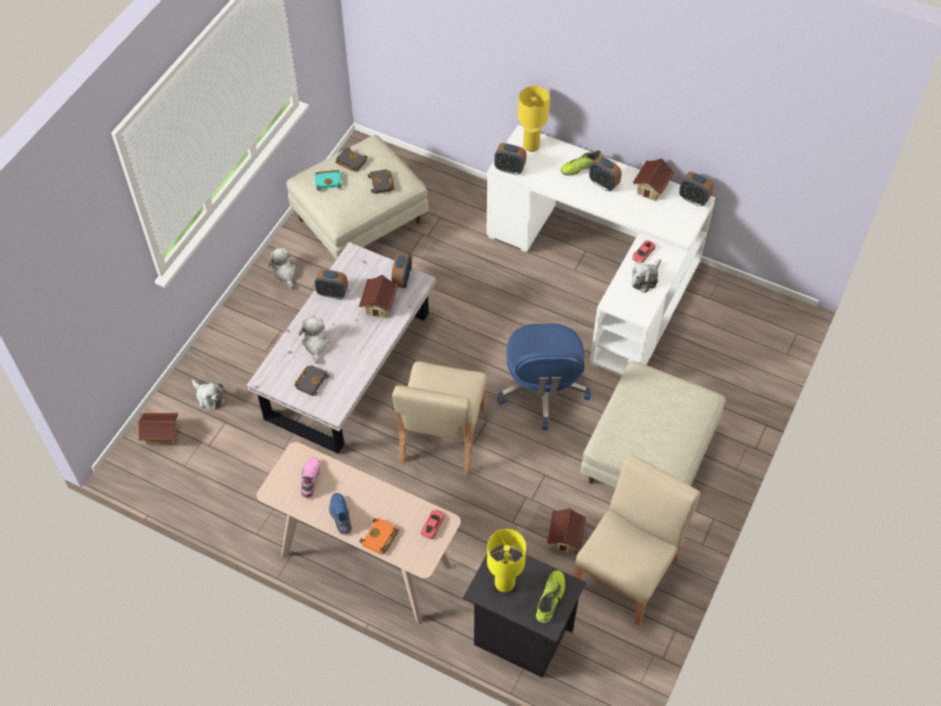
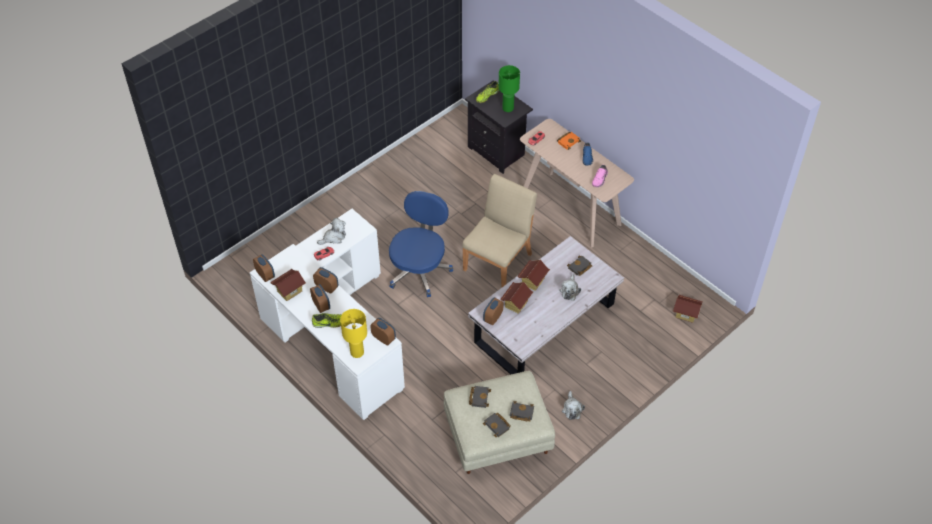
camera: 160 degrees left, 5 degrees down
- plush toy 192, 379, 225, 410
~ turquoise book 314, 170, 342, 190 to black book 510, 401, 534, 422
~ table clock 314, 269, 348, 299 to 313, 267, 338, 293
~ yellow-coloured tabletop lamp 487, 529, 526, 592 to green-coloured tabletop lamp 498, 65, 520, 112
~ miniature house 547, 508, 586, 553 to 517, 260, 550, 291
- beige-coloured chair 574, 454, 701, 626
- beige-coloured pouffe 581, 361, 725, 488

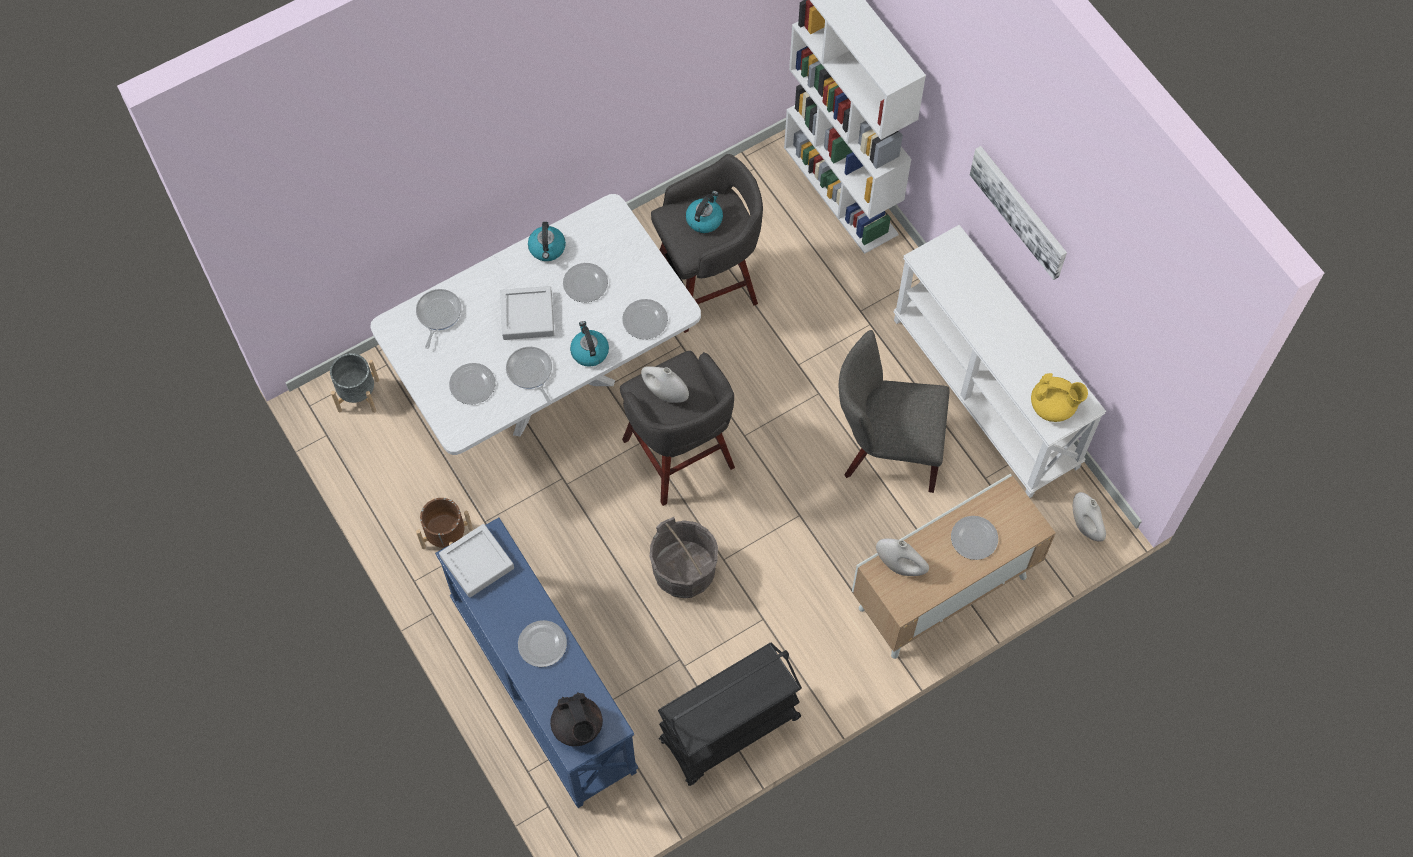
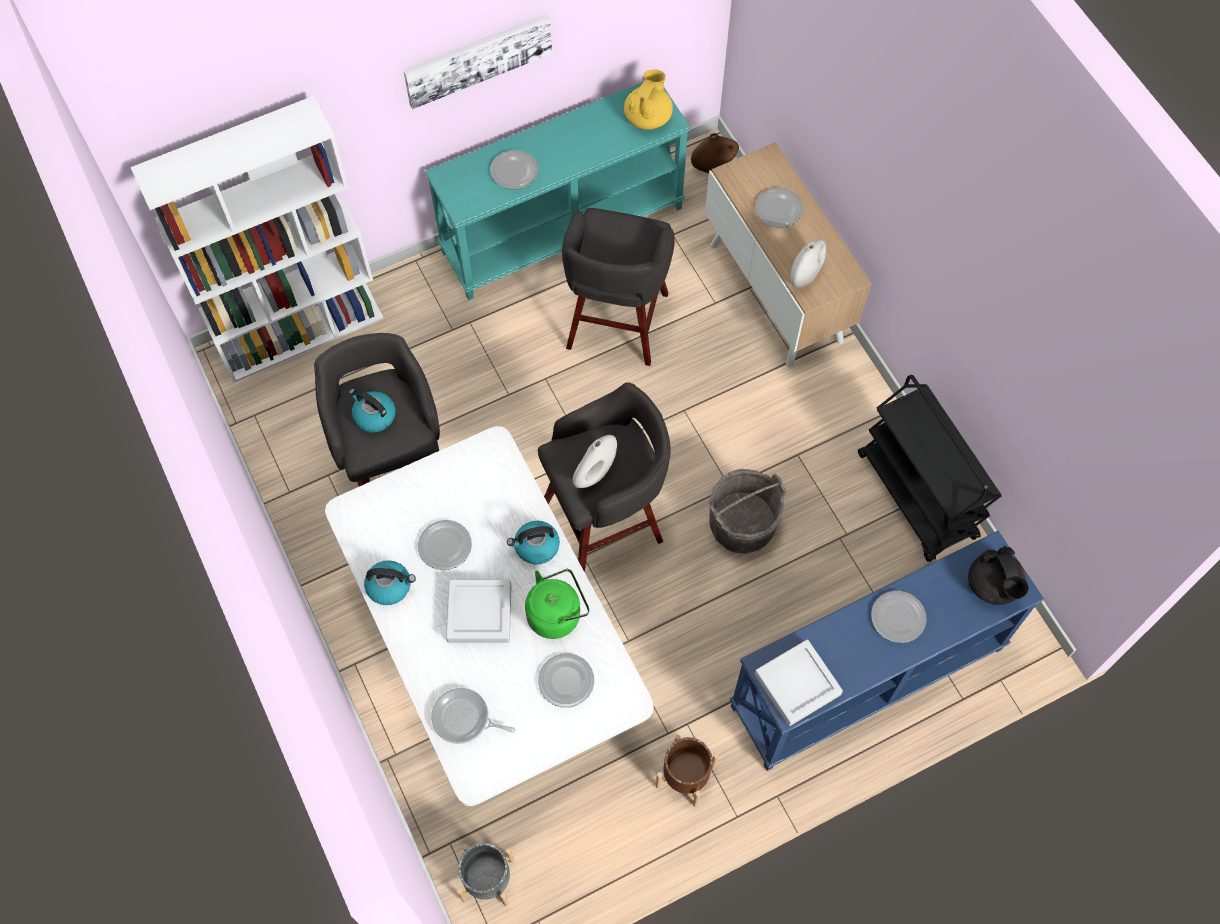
camera: 85 degrees left, 0 degrees up
~ pan 506, 347, 552, 404 to green-coloured tea kettle 525, 569, 590, 639
~ black pot for tea 550, 692, 603, 747 = 968, 546, 1029, 605 90 degrees clockwise
~ flat dish 622, 299, 668, 339 to 490, 150, 538, 189
~ grey chair 839, 330, 950, 493 to grey stool seat 562, 208, 675, 366
~ white narrow table 894, 225, 1106, 498 to turquoise narrow table 425, 82, 690, 300
~ white vase 1073, 492, 1106, 542 to brownish vase 691, 133, 739, 173

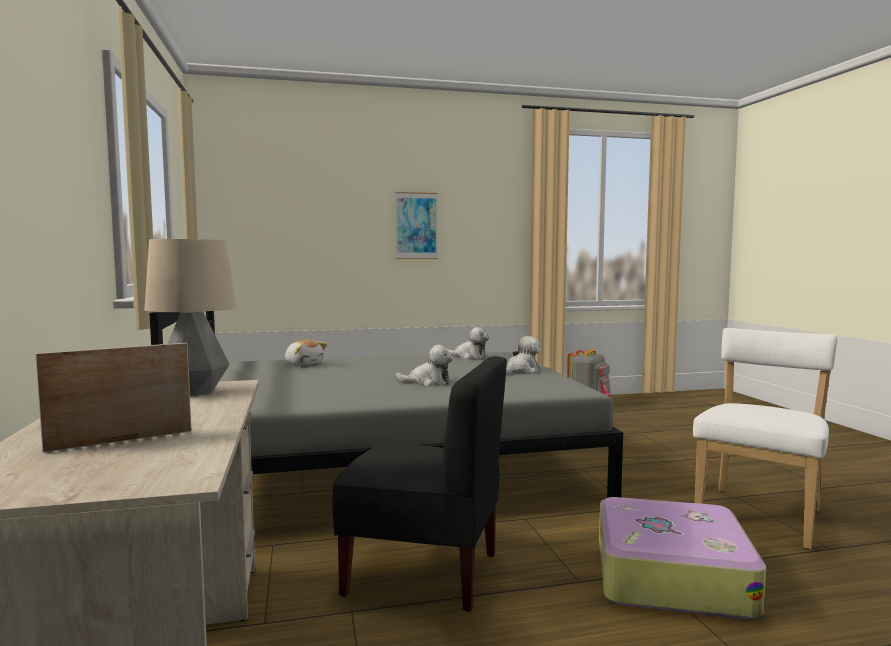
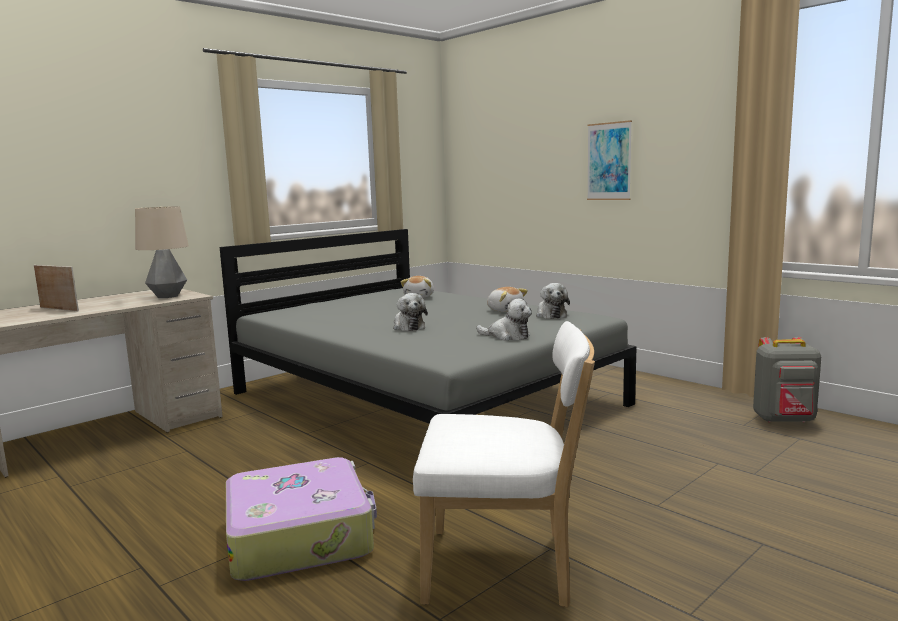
camera: 60 degrees right, 5 degrees up
- black chair 333, 356, 507, 612
+ plush toy 487, 287, 528, 312

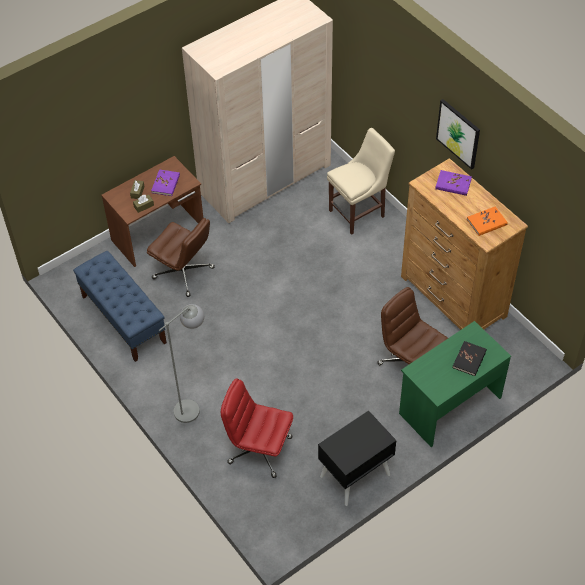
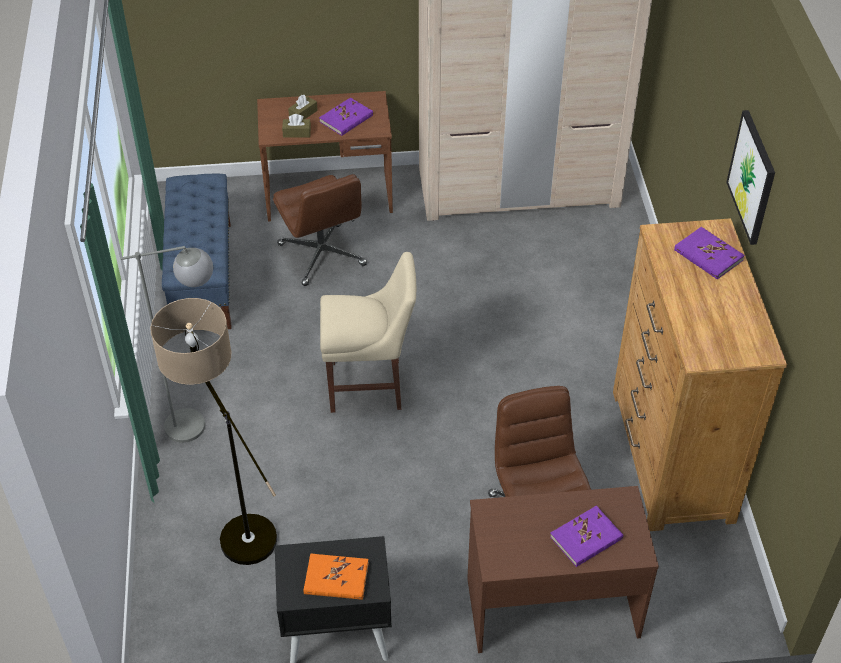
camera: 30 degrees right, 5 degrees down
~ reddish computer chair 221, 378, 293, 478 to standing lamp 150, 298, 277, 565
~ beige-coloured chair 327, 128, 395, 235 to 320, 252, 416, 413
~ green-coloured desk table 399, 321, 511, 447 to brownish desk table 467, 486, 659, 653
~ black book 453, 341, 487, 376 to purple book 550, 506, 623, 567
~ orange book 467, 206, 508, 236 to 303, 554, 369, 600

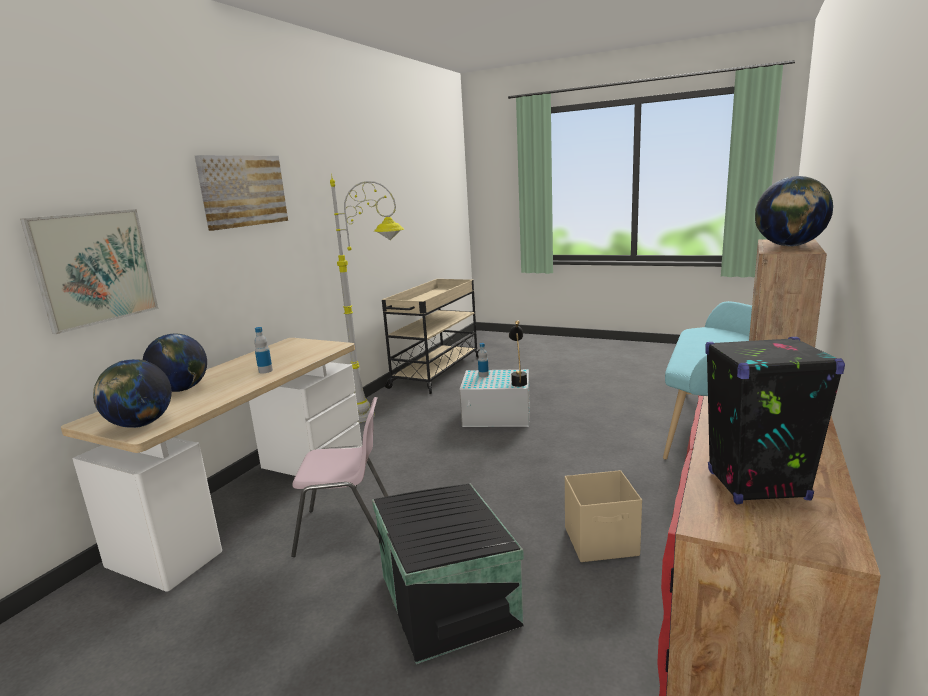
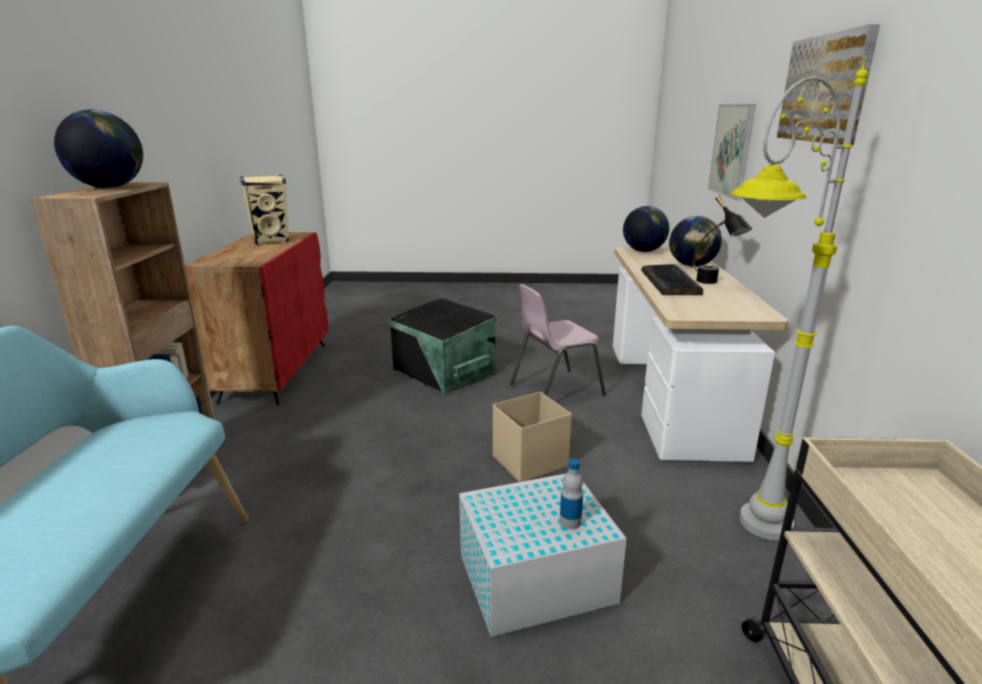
camera: 155 degrees right, 5 degrees up
~ bottle 254, 327, 273, 373 to computer keyboard 641, 264, 703, 295
~ black tabletop lamp 509, 320, 527, 387 to 693, 196, 752, 284
~ beige-coloured storage container 565, 470, 642, 562 to 493, 392, 572, 482
~ black loudspeaker 705, 337, 845, 505 to beige-coloured loudspeaker 240, 175, 289, 245

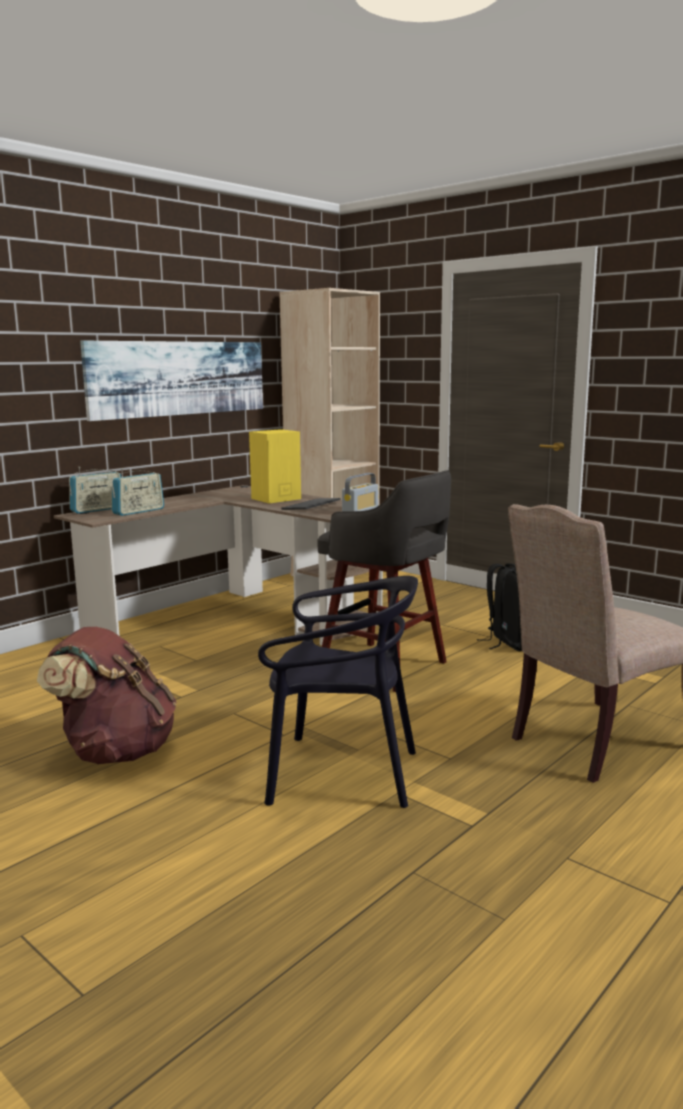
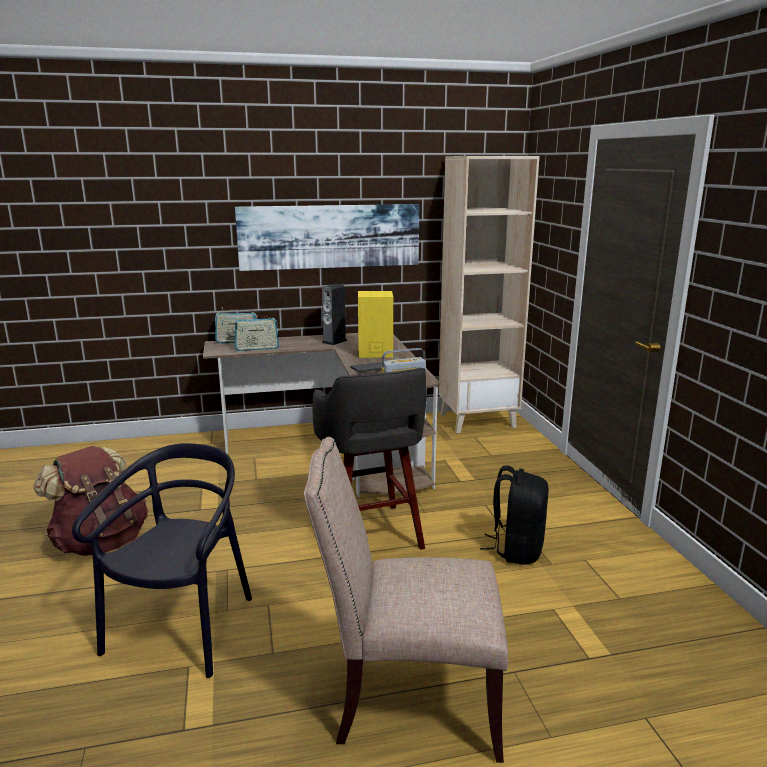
camera: 35 degrees right, 5 degrees up
~ black chair 258, 576, 418, 808 = 72, 443, 252, 678 120 degrees counterclockwise
+ loudspeaker 322, 284, 347, 345

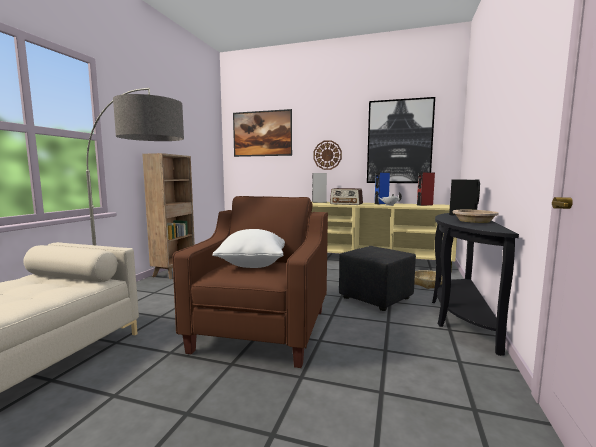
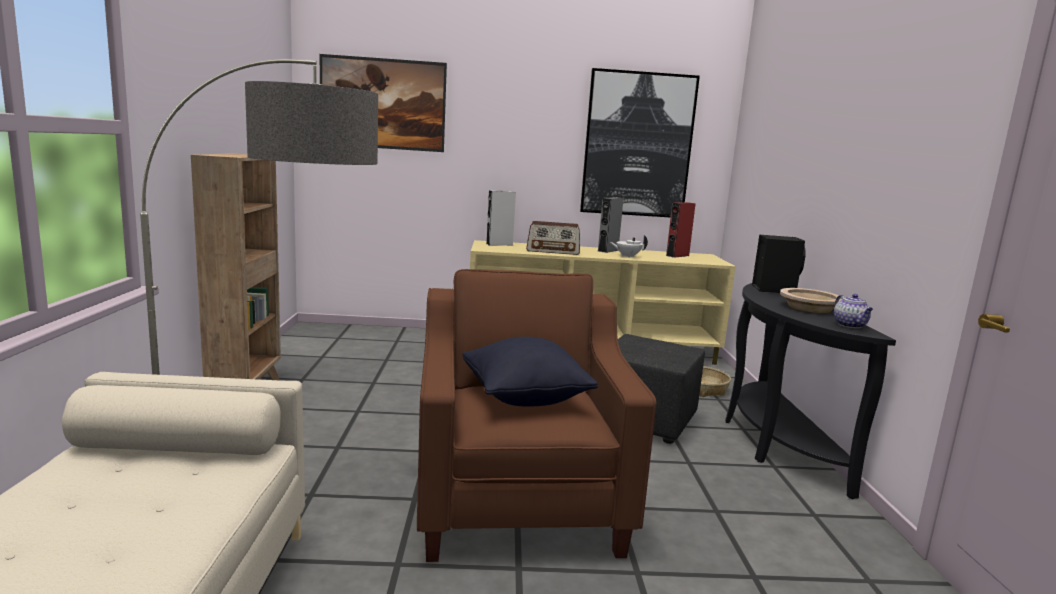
camera: 20 degrees left, 5 degrees up
~ white cushion 212, 229, 285, 268 to black cushion 462, 337, 598, 407
- wall clock 313, 140, 342, 170
~ bluish loudspeaker 374, 173, 390, 205 to grey loudspeaker 598, 197, 624, 253
+ pot for tea 834, 294, 873, 328

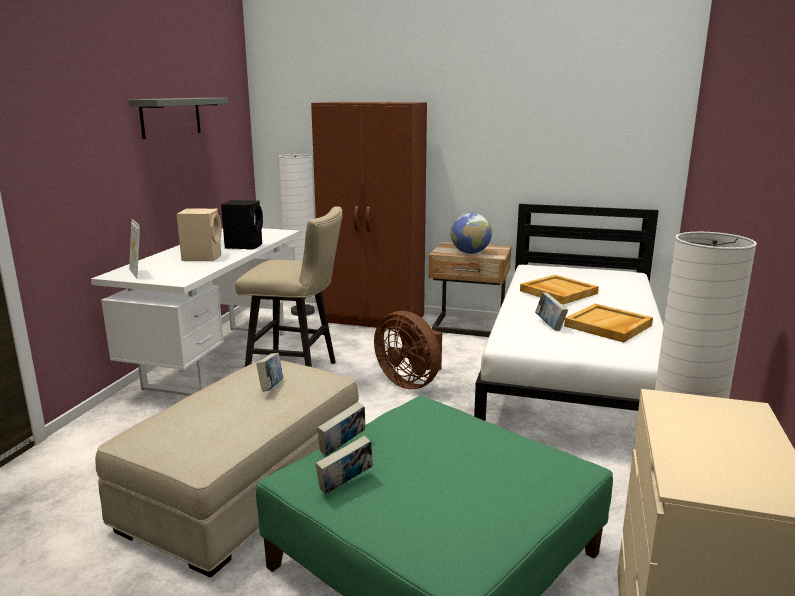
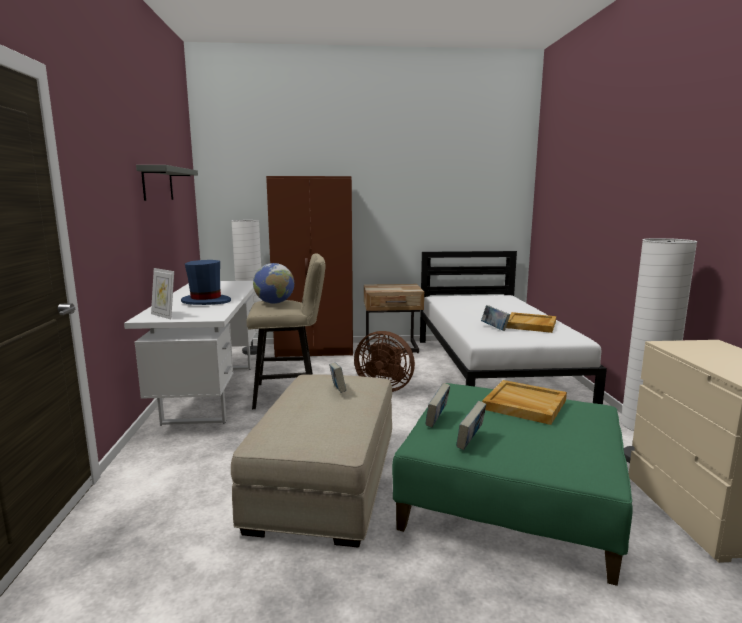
camera: 20 degrees left, 5 degrees down
~ beige-coloured loudspeaker 177, 208, 222, 261 to bluish clothing hat 181, 260, 231, 305
- black loudspeaker 221, 200, 263, 250
~ globe 451, 213, 492, 254 to 253, 263, 294, 304
~ beige-coloured serving tray 520, 275, 599, 305 to 482, 380, 567, 425

